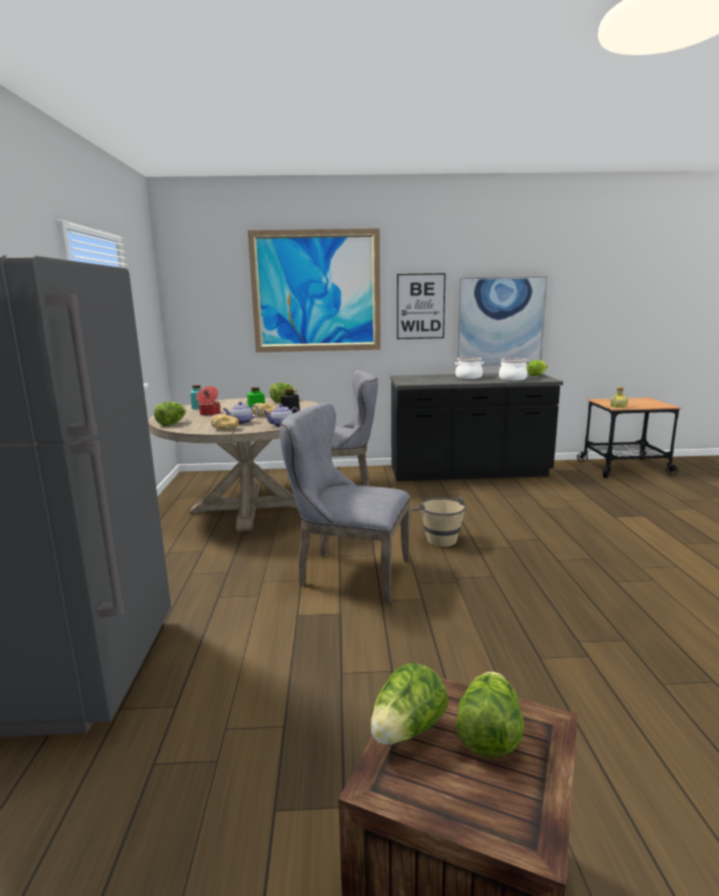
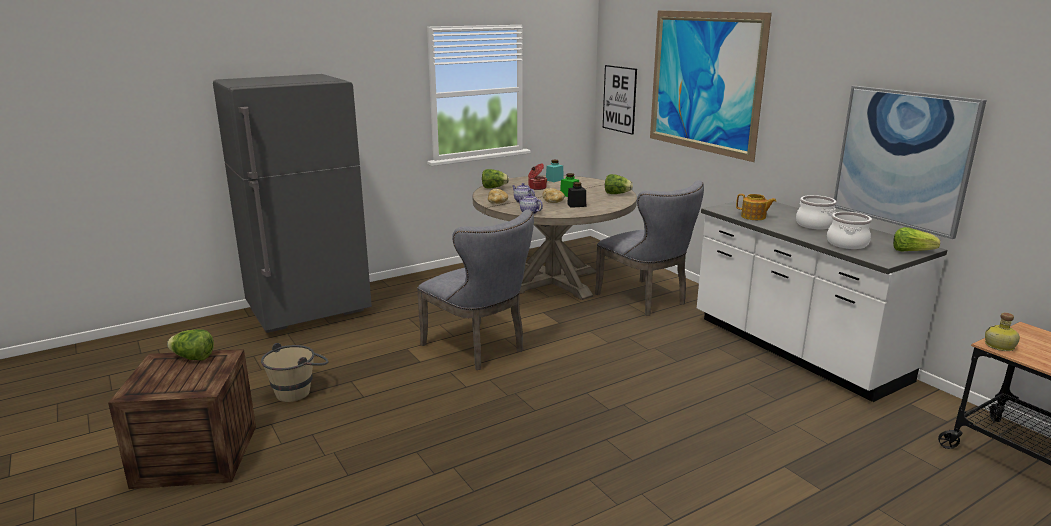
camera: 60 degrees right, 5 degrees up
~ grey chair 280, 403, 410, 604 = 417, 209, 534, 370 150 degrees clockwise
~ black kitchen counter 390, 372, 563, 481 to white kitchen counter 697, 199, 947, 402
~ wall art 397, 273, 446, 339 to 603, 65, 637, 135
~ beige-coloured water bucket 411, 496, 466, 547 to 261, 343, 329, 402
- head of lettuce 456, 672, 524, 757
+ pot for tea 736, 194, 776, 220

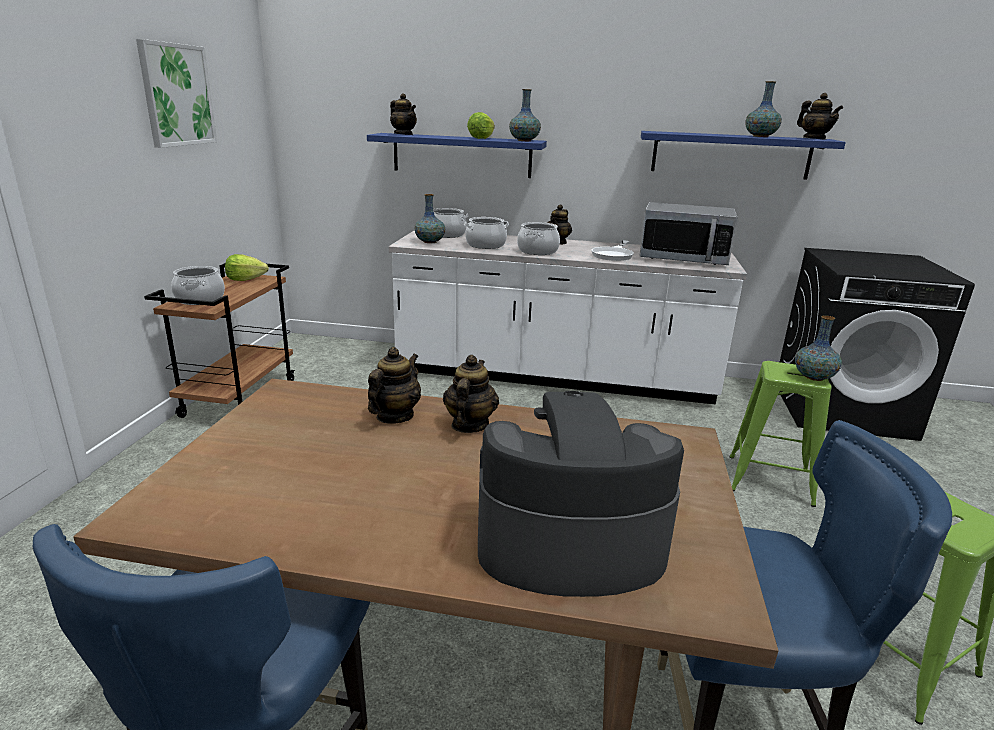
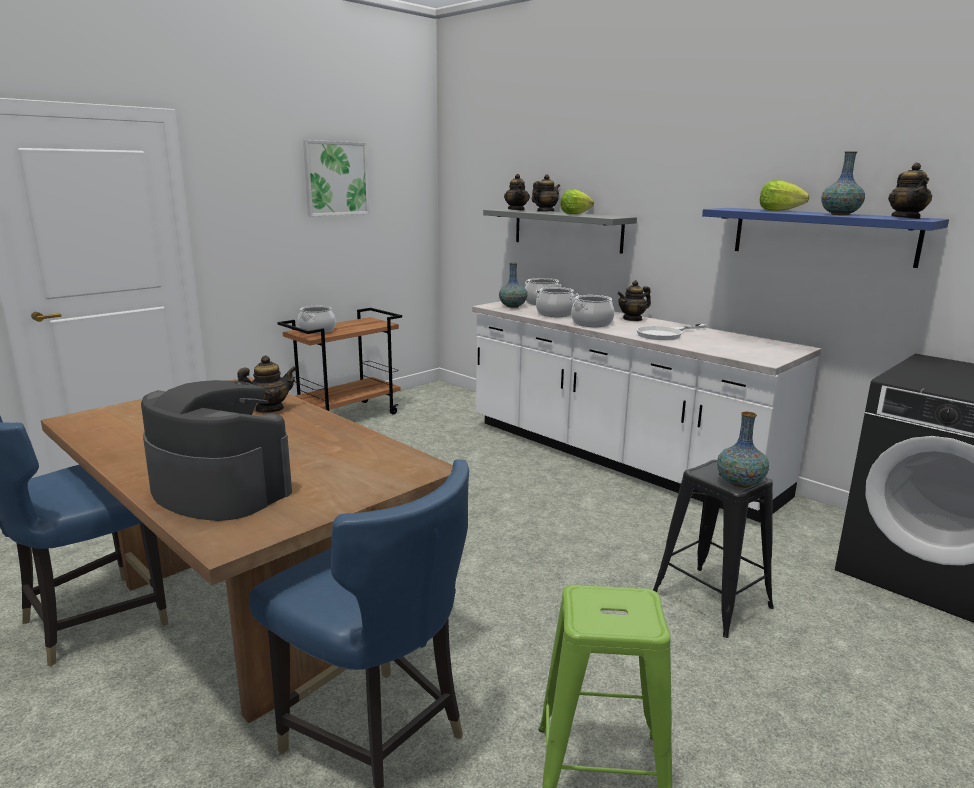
camera: 35 degrees right, 5 degrees down
~ head of lettuce 225, 254, 269, 281 to 760, 180, 809, 211
~ bluish bracket shelf 367, 133, 547, 178 to grey bracket shelf 483, 209, 637, 254
~ pot for tea 443, 355, 499, 433 to 532, 174, 560, 212
- vase 509, 89, 541, 141
- kitchen microwave 639, 202, 737, 265
~ green-coloured stool seat 730, 361, 832, 507 to black stool seat 653, 460, 774, 638

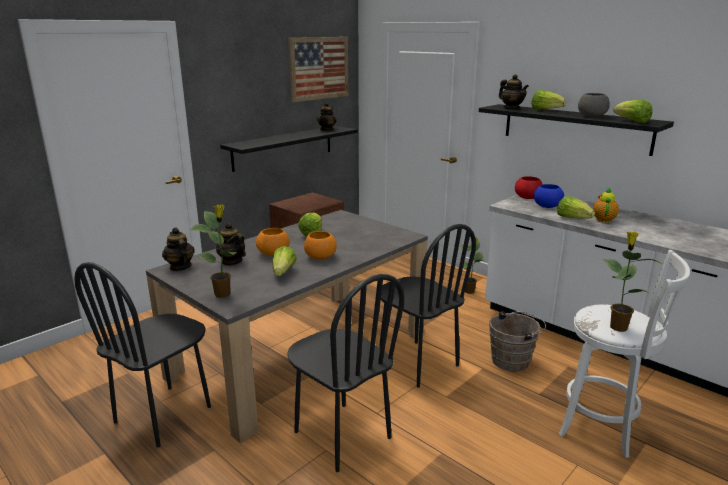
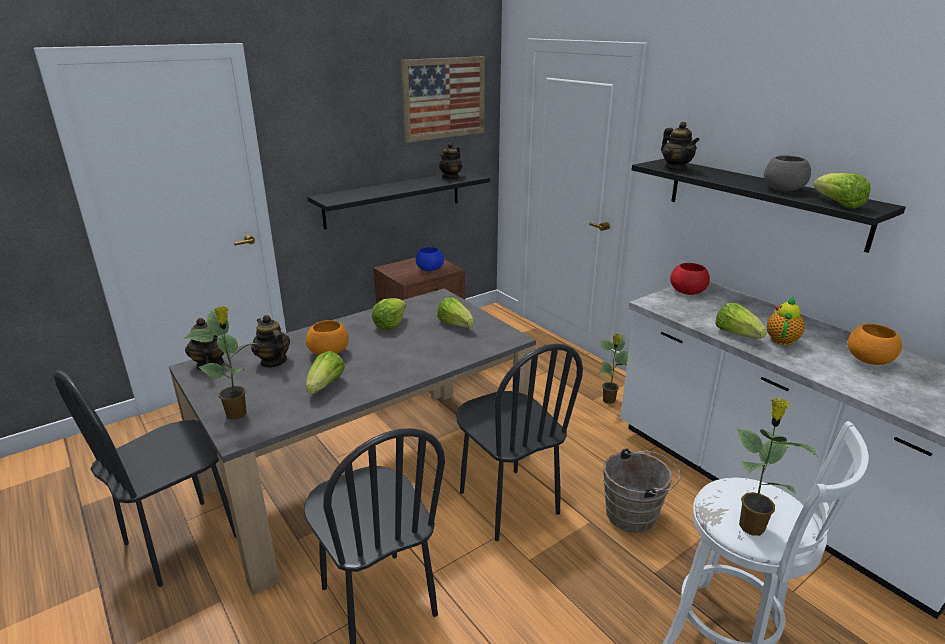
camera: 10 degrees right, 5 degrees up
~ orange deep dish 304, 231, 337, 260 to 847, 324, 902, 365
~ head of lettuce 531, 90, 566, 110 to 437, 297, 474, 328
~ bluish deep dish 534, 184, 564, 208 to 416, 247, 444, 271

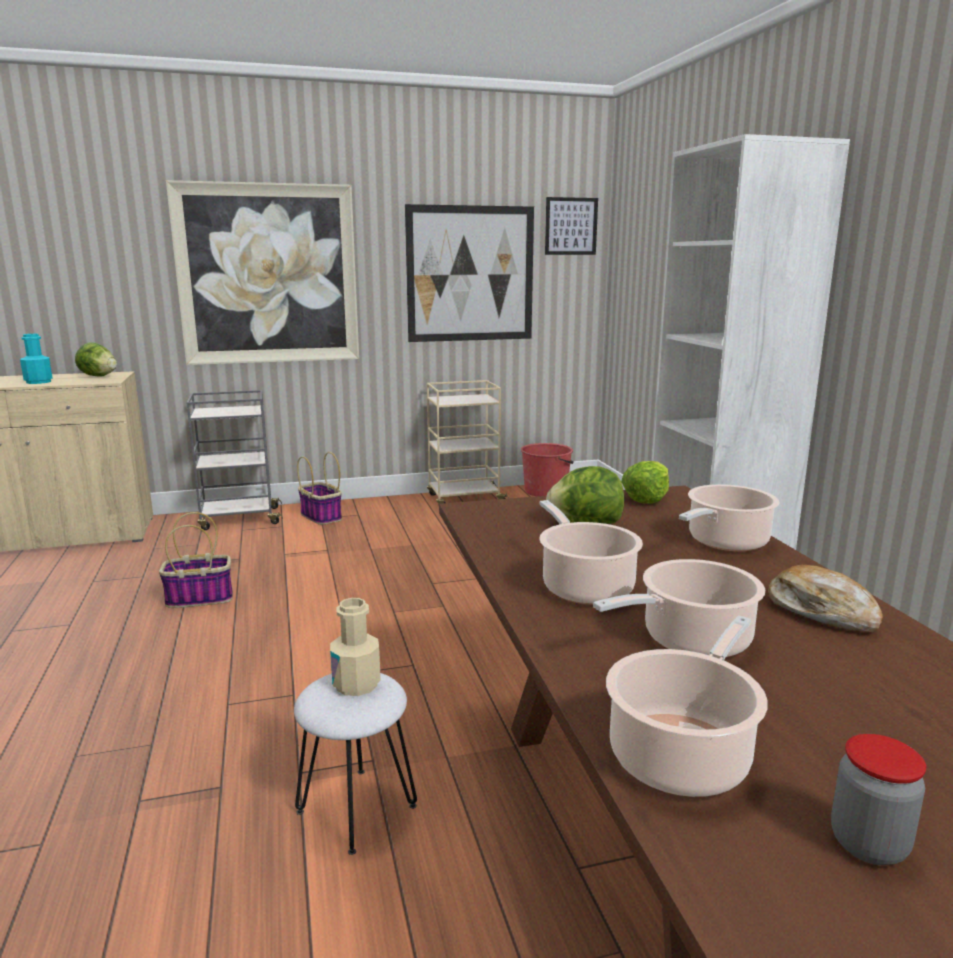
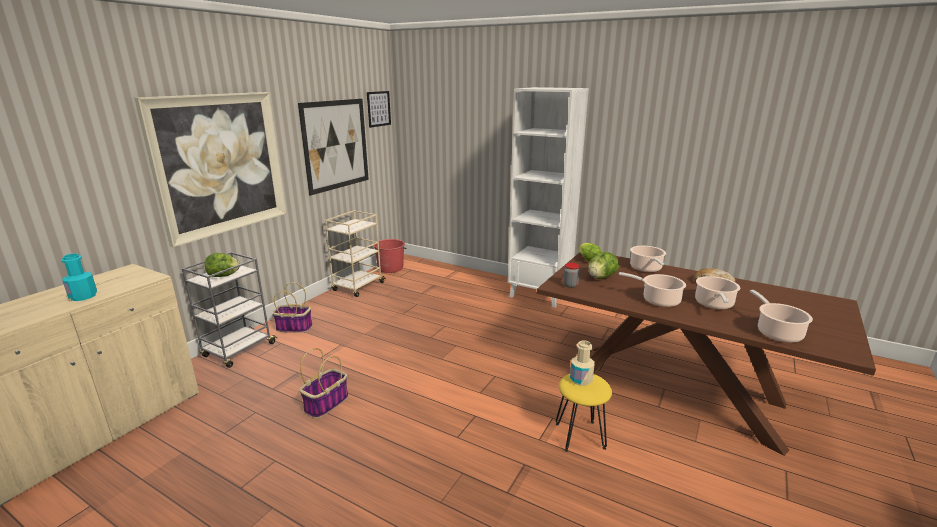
camera: 45 degrees left, 5 degrees up
~ head of lettuce 75, 342, 117, 377 to 205, 253, 240, 277
~ white stool seat 294, 673, 417, 855 to yellow-coloured stool seat 556, 374, 612, 452
~ jar 831, 734, 926, 865 to 563, 263, 580, 288

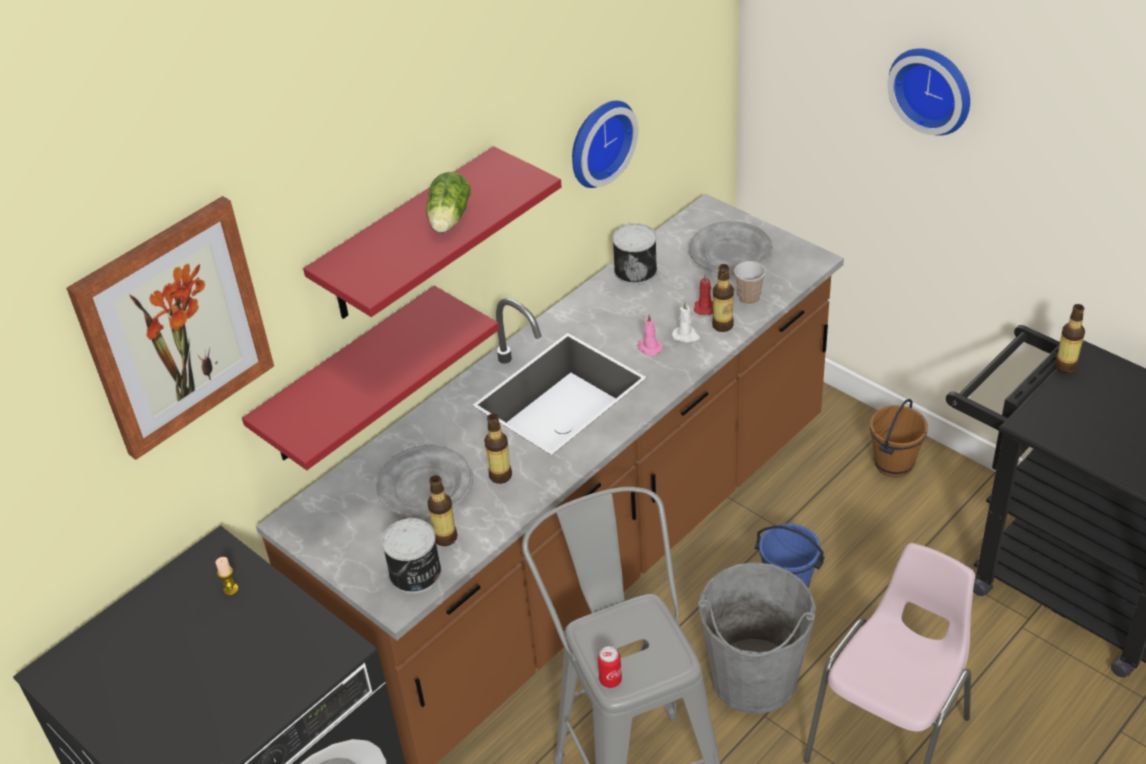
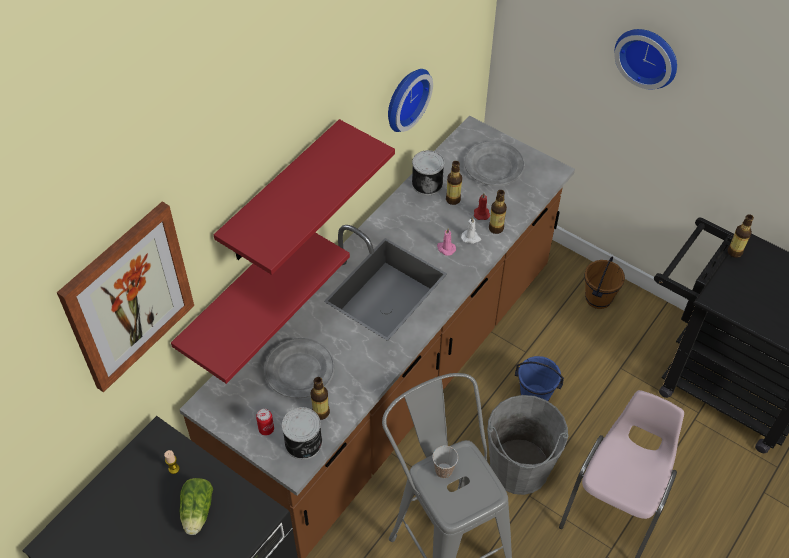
camera: 10 degrees left, 10 degrees up
~ head of lettuce 426, 172, 471, 233 to 179, 478, 213, 535
~ bottle 484, 413, 512, 484 to 446, 161, 462, 205
~ metal can 598, 646, 622, 688 to 256, 409, 274, 436
~ cup 734, 261, 766, 305 to 432, 446, 458, 478

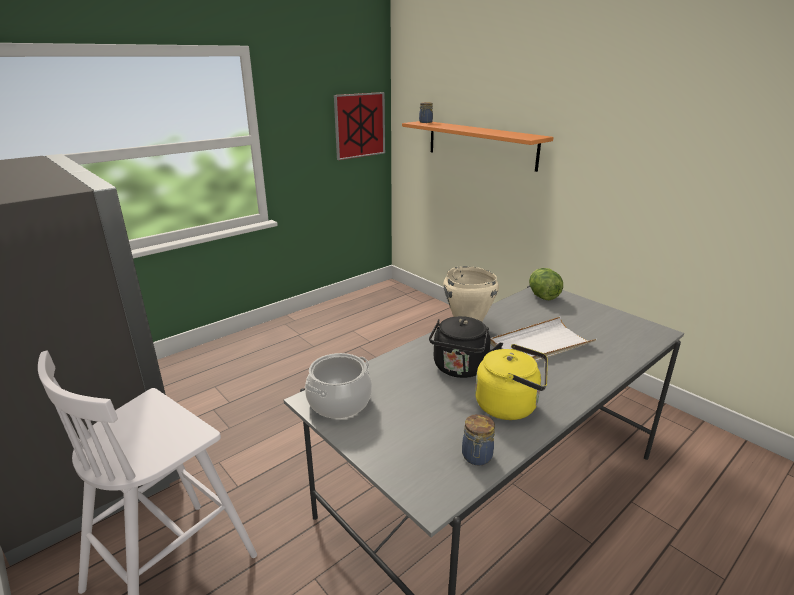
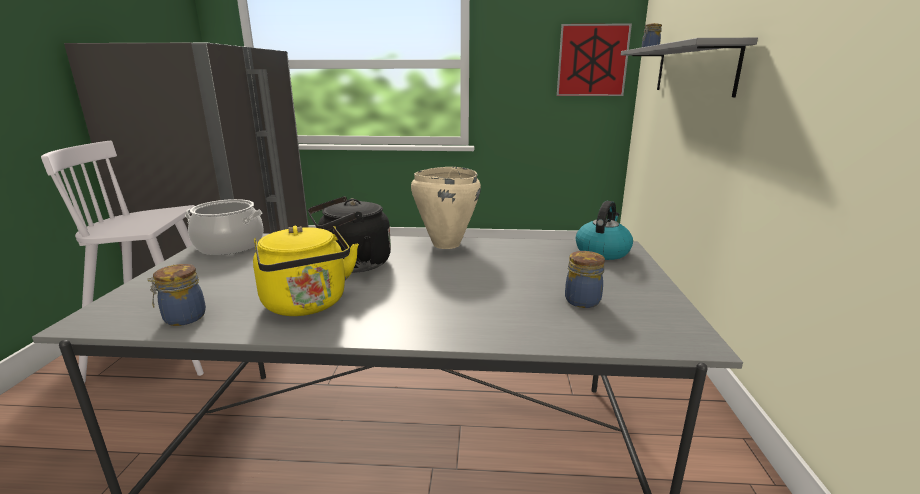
camera: 45 degrees right, 5 degrees down
~ orange bracket shelf 402, 121, 554, 172 to grey bracket shelf 621, 38, 758, 97
- white serving tray 490, 317, 597, 361
~ head of lettuce 529, 268, 563, 300 to tea kettle 576, 201, 633, 260
+ jar 565, 251, 605, 308

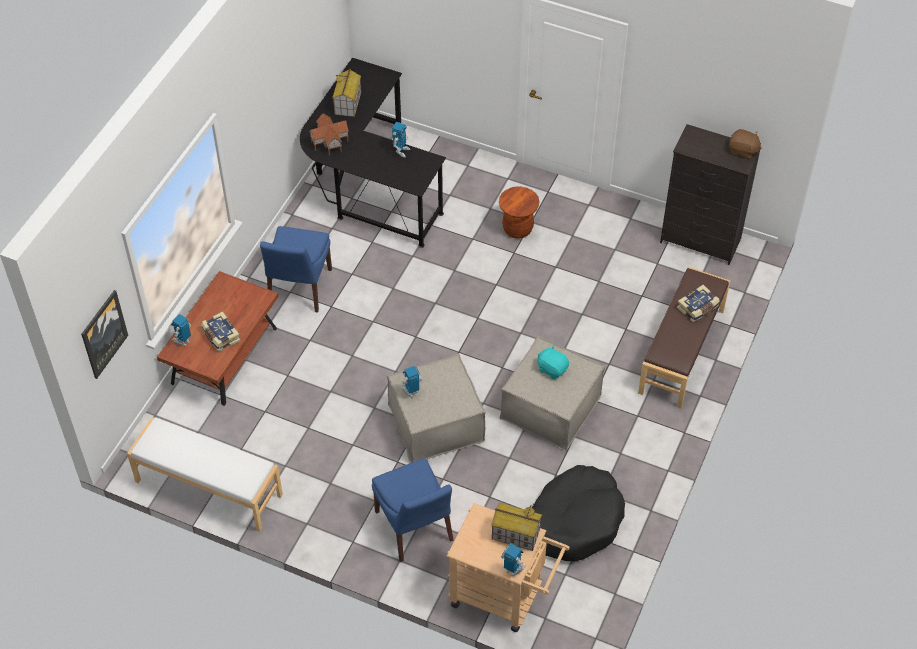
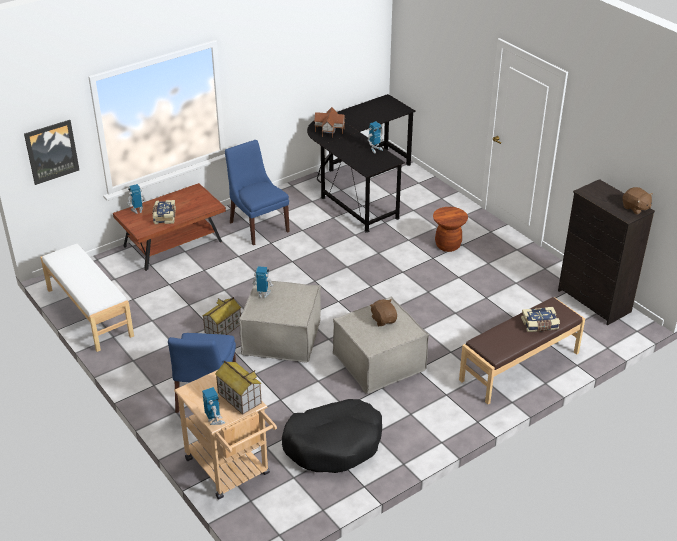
camera: 30 degrees right, 15 degrees down
~ bluish chair 260, 226, 332, 313 = 225, 140, 290, 245 105 degrees clockwise
~ miniature house 332, 69, 361, 117 to 203, 297, 241, 335
~ turquoise plush toy 537, 345, 569, 379 to brownish plush toy 370, 299, 397, 326

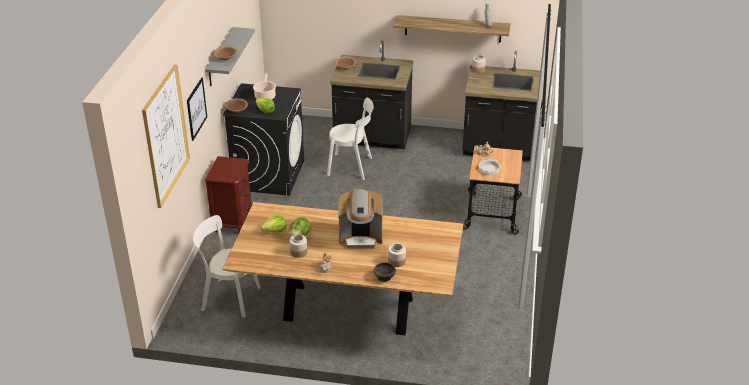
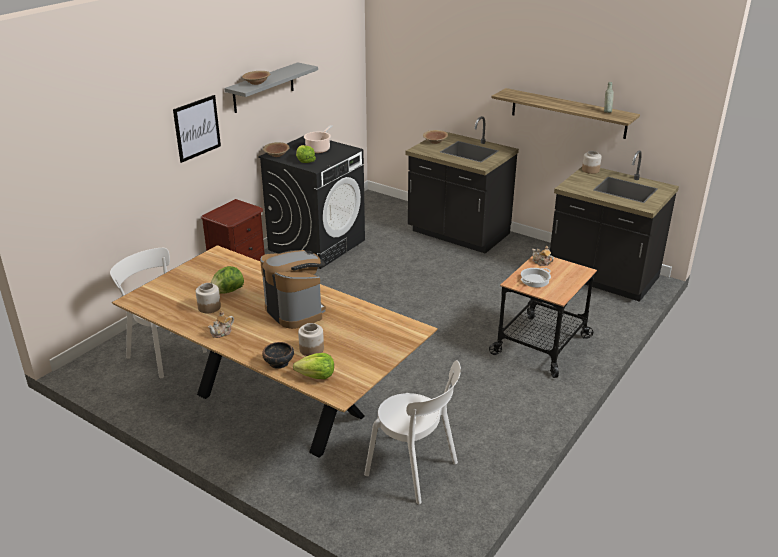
camera: 25 degrees right, 5 degrees down
- wall art 142, 65, 190, 208
~ head of lettuce 260, 215, 286, 233 to 293, 353, 334, 379
~ white chair 327, 98, 374, 180 to 364, 360, 461, 504
~ coffee maker 338, 188, 383, 249 = 260, 250, 326, 329 150 degrees counterclockwise

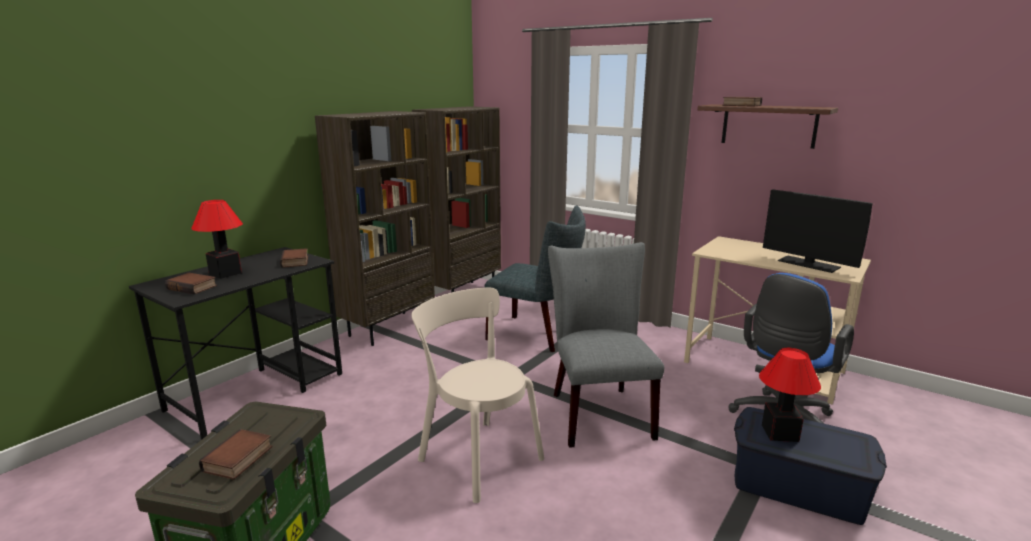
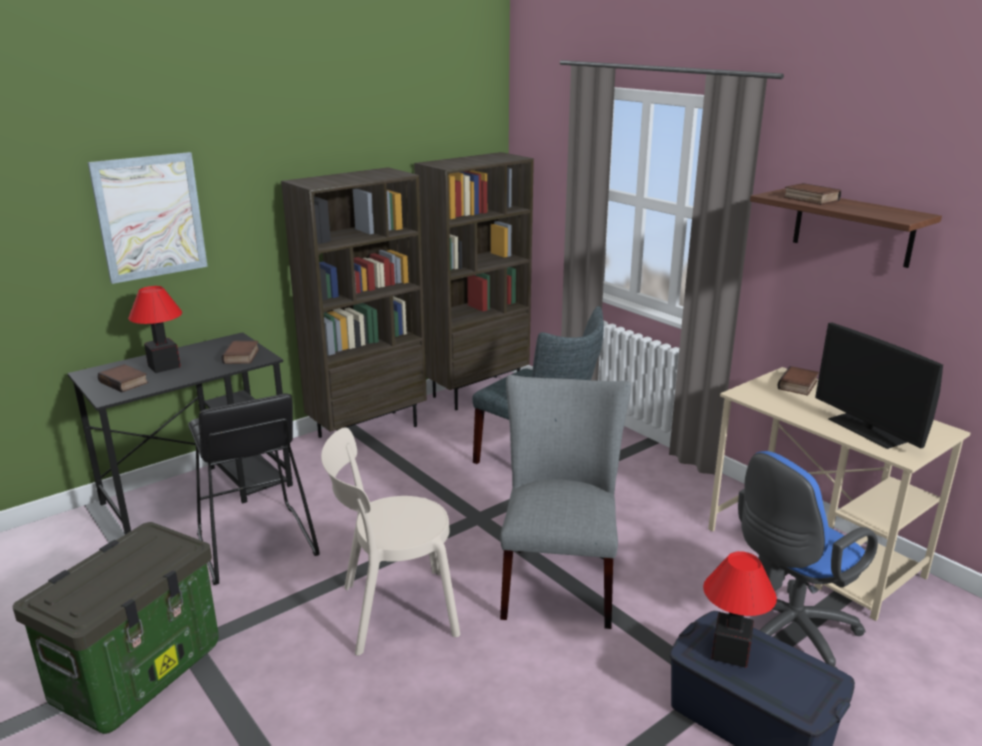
camera: 15 degrees right, 5 degrees up
~ book 199, 429, 272, 480 to 777, 366, 819, 396
~ beige-coloured chair 411, 288, 544, 503 = 321, 427, 460, 656 75 degrees counterclockwise
+ wall art 88, 152, 208, 284
+ black stool seat 188, 393, 320, 585

